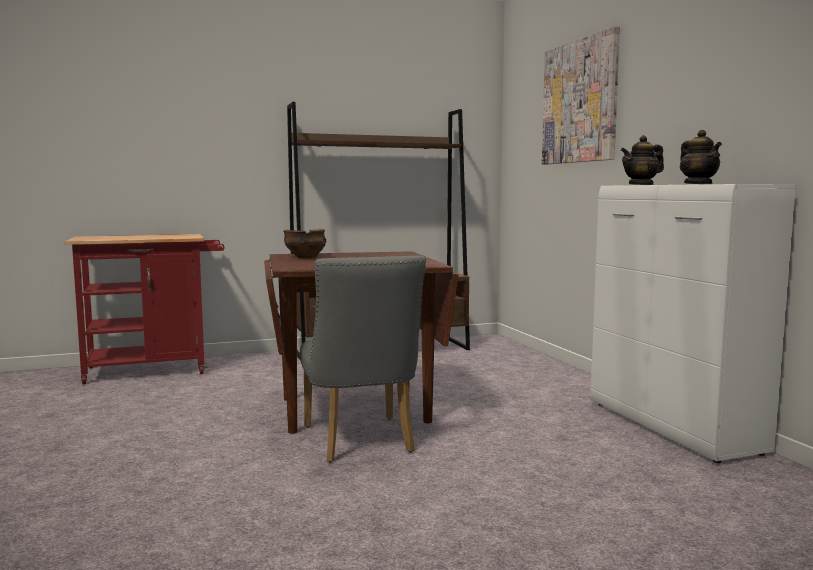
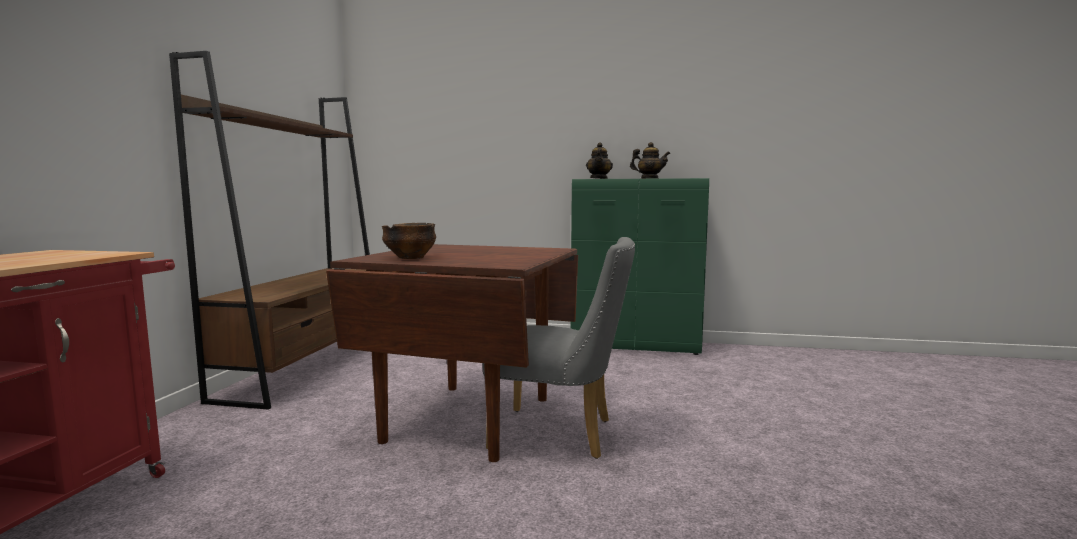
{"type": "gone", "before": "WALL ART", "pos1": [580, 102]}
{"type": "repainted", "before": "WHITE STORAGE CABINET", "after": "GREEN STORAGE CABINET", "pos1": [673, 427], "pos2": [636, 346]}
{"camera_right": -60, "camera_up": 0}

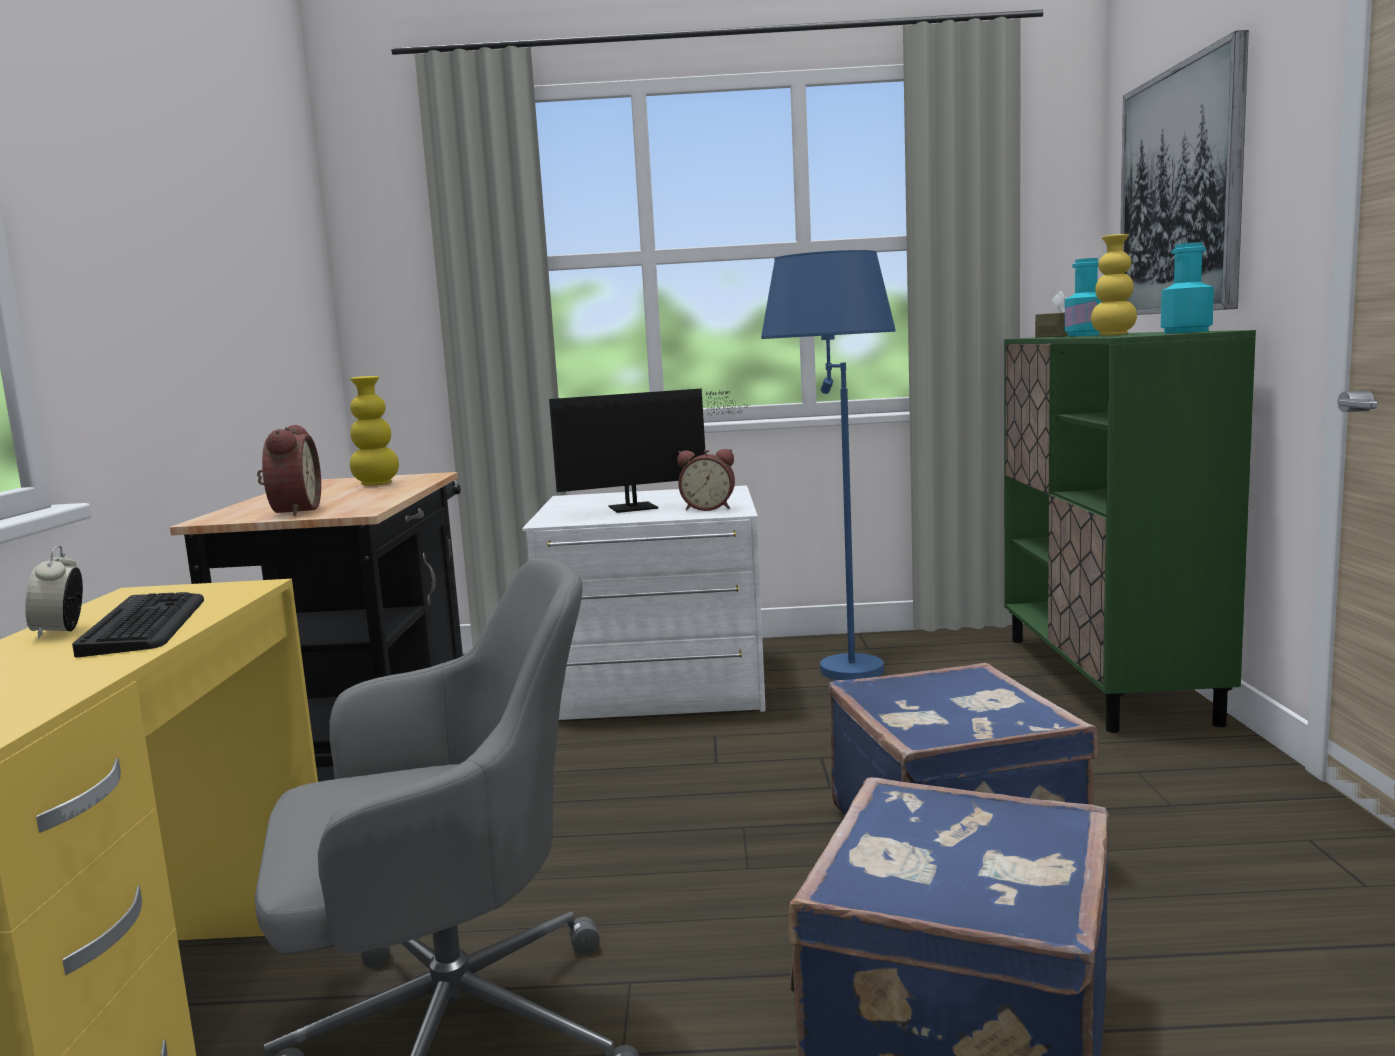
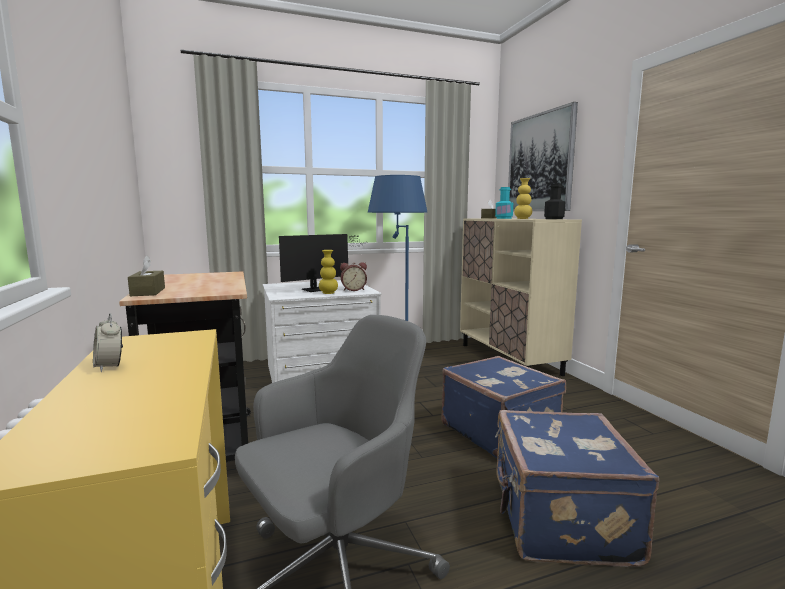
{"type": "repainted", "before": "TURQUOISE BOTTLE", "after": "BLACKISH BOTTLE", "pos1": [1186, 332], "pos2": [554, 219]}
{"type": "repainted", "before": "GREEN STORAGE CABINET", "after": "SAND-COLOURED STORAGE CABINET", "pos1": [1105, 678], "pos2": [509, 359]}
{"type": "shifted", "before": "YELLOW-COLOURED FLOWER VASE", "pos1": [376, 484], "pos2": [328, 293]}
{"type": "gone", "before": "TABLE CLOCK", "pos1": [292, 511]}
{"type": "gone", "before": "KEYBOARD", "pos1": [146, 624]}
{"type": "new", "after": "BROWN-COLOURED TISSUE BOX", "pos2": [148, 292]}
{"camera_right": -20, "camera_up": 0}

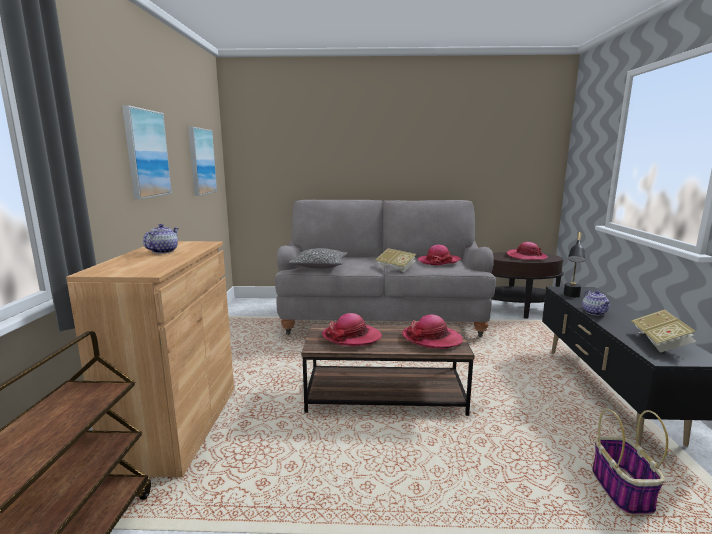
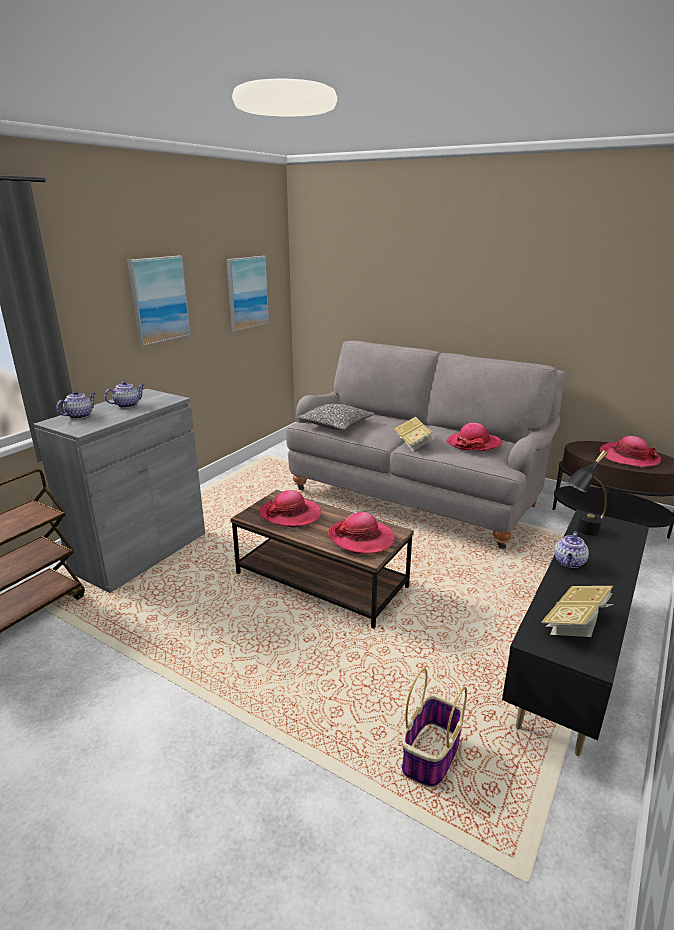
{"type": "repainted", "before": "BROWN-COLOURED STORAGE CABINET", "after": "GREYISH STORAGE CABINET", "pos1": [178, 426], "pos2": [140, 552]}
{"type": "new", "after": "POT FOR TEA", "pos2": [80, 415]}
{"camera_right": 30, "camera_up": 10}

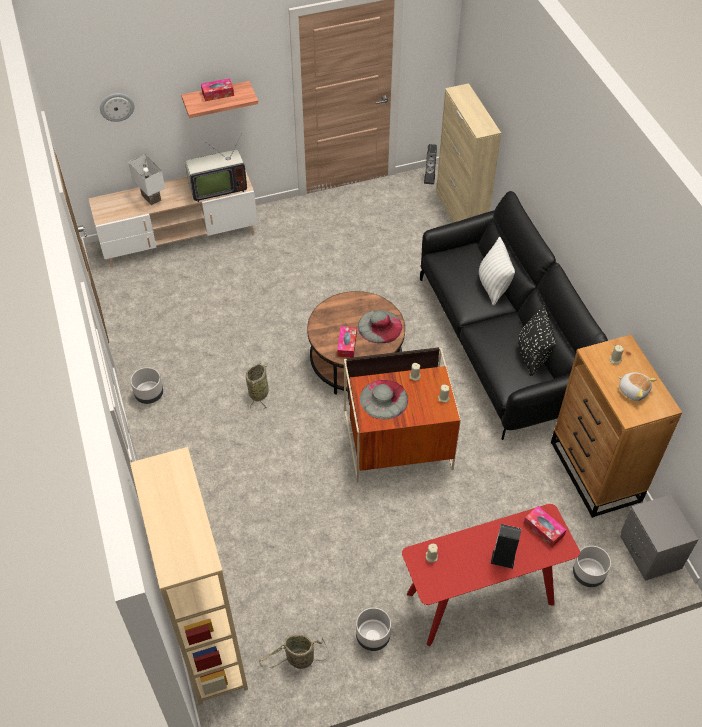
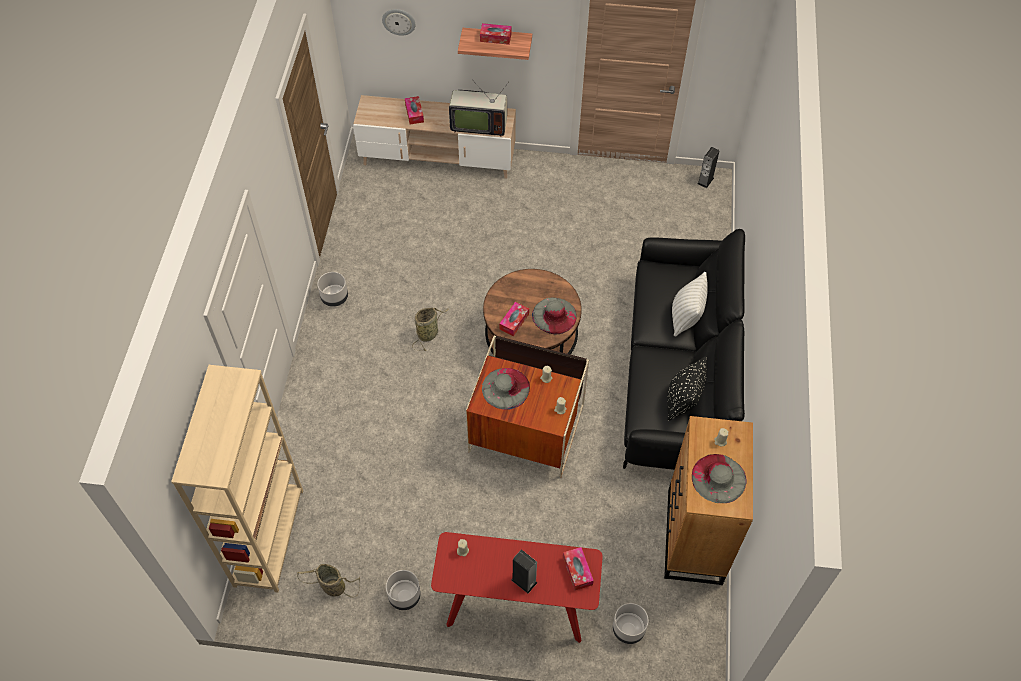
{"type": "gone", "before": "SAND-COLOURED STORAGE CABINET", "pos1": [460, 214]}
{"type": "swapped", "before": "WHITE TABLE LAMP", "after": "TISSUE BOX", "pos1": [150, 198], "pos2": [414, 113]}
{"type": "swapped", "before": "SOFT TOY", "after": "GREYISH HAT", "pos1": [633, 390], "pos2": [718, 478]}
{"type": "gone", "before": "GREYISH BEDSIDE TABLE", "pos1": [649, 553]}
{"camera_right": 25, "camera_up": 5}

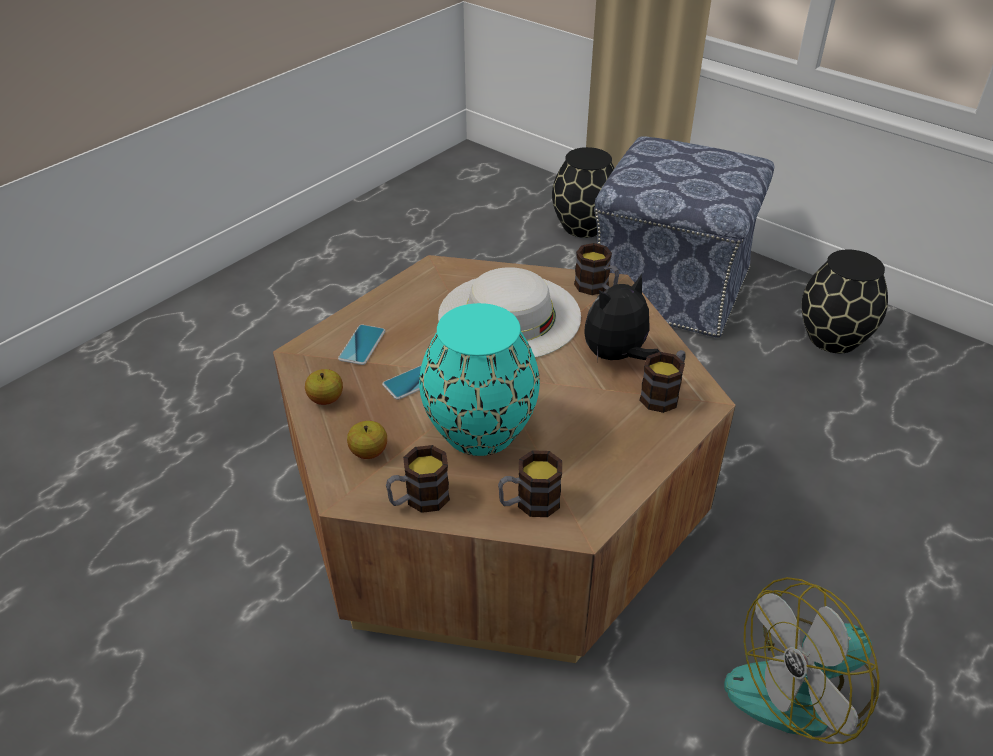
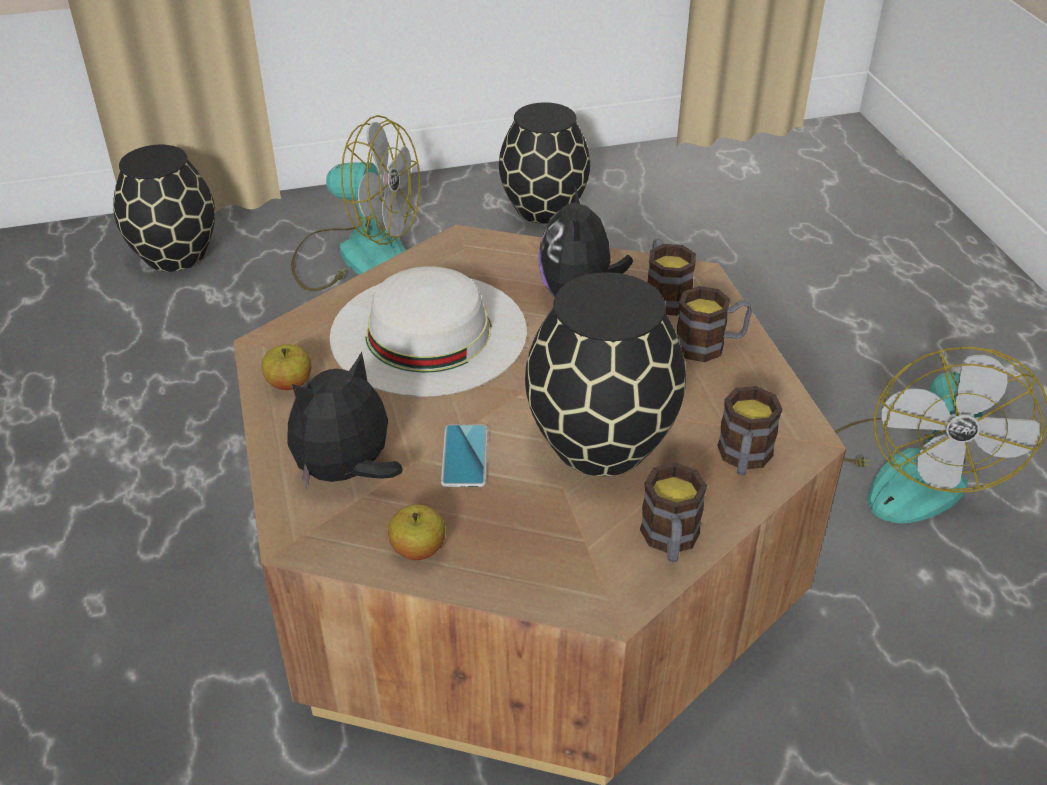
{"type": "swapped", "before": "POUFFE", "after": "FAN", "pos1": [672, 287], "pos2": [356, 255]}
{"type": "shifted", "before": "COFFEE MUG", "pos1": [597, 288], "pos2": [710, 345]}
{"type": "repainted", "before": "TURQUOISE FLOWER VASE", "after": "BLACKISH FLOWER VASE", "pos1": [482, 431], "pos2": [602, 442]}
{"type": "swapped", "before": "PHONE", "after": "SOFT TOY", "pos1": [362, 345], "pos2": [347, 473]}
{"type": "shifted", "before": "APPLE", "pos1": [369, 452], "pos2": [289, 383]}
{"camera_right": -55, "camera_up": 0}

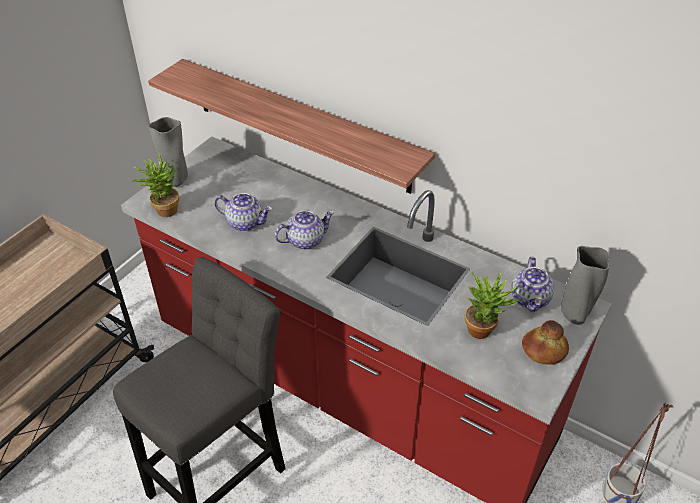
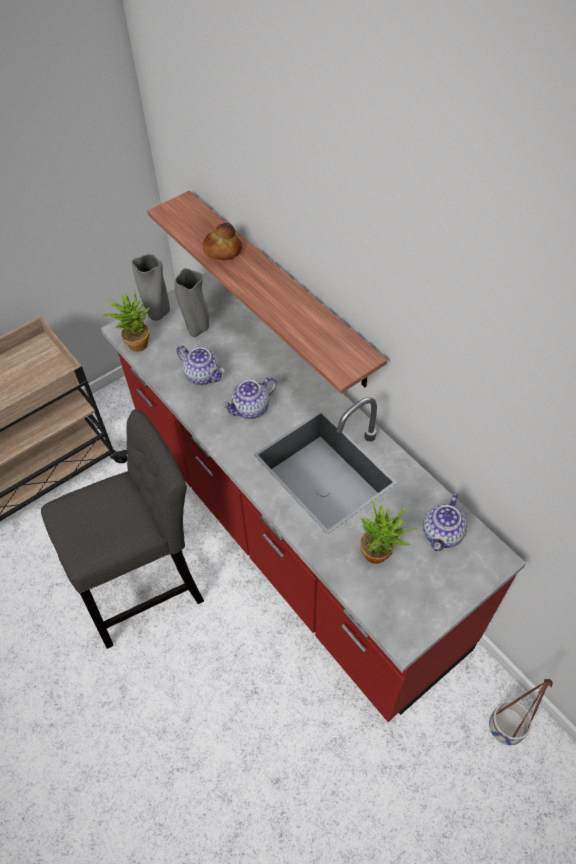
{"type": "rotated", "before": "POT FOR TEA", "pos1": [305, 240], "pos2": [251, 409], "turn": 150}
{"type": "shifted", "before": "GREYISH FLOWER VASE", "pos1": [575, 315], "pos2": [197, 329]}
{"type": "shifted", "before": "BAKERY BREAD", "pos1": [543, 350], "pos2": [222, 250]}
{"camera_right": 20, "camera_up": 10}

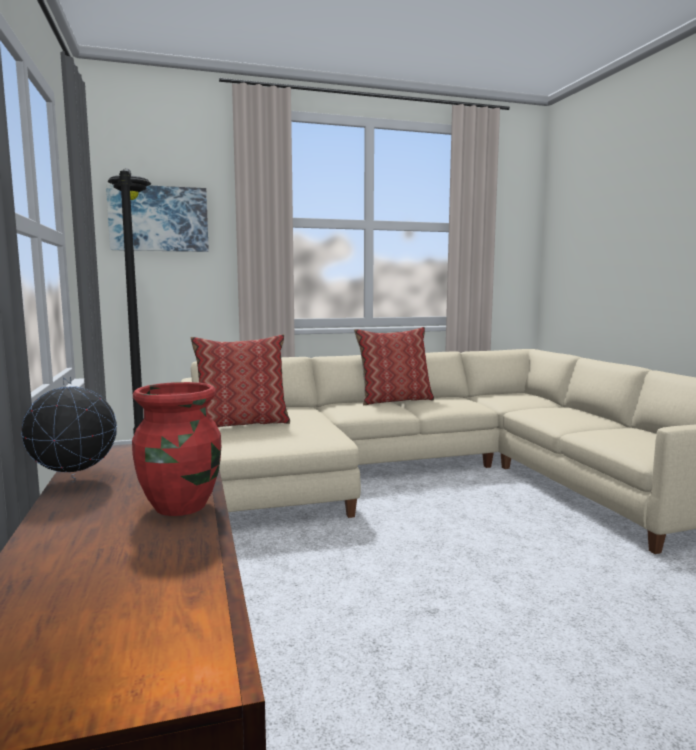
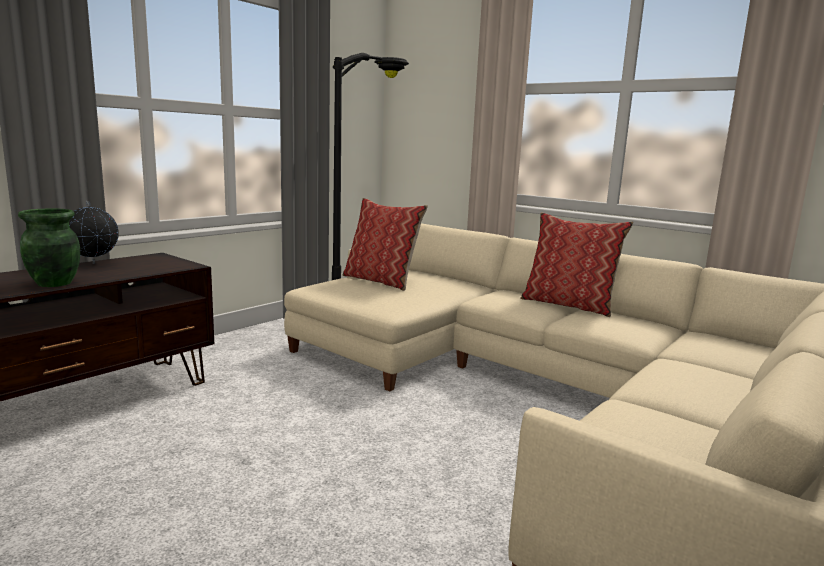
{"type": "gone", "before": "WALL ART", "pos1": [159, 219]}
{"type": "repainted", "before": "REDDISH FLOWER VASE", "after": "GREEN FLOWER VASE", "pos1": [181, 506], "pos2": [54, 283]}
{"camera_right": 55, "camera_up": 5}

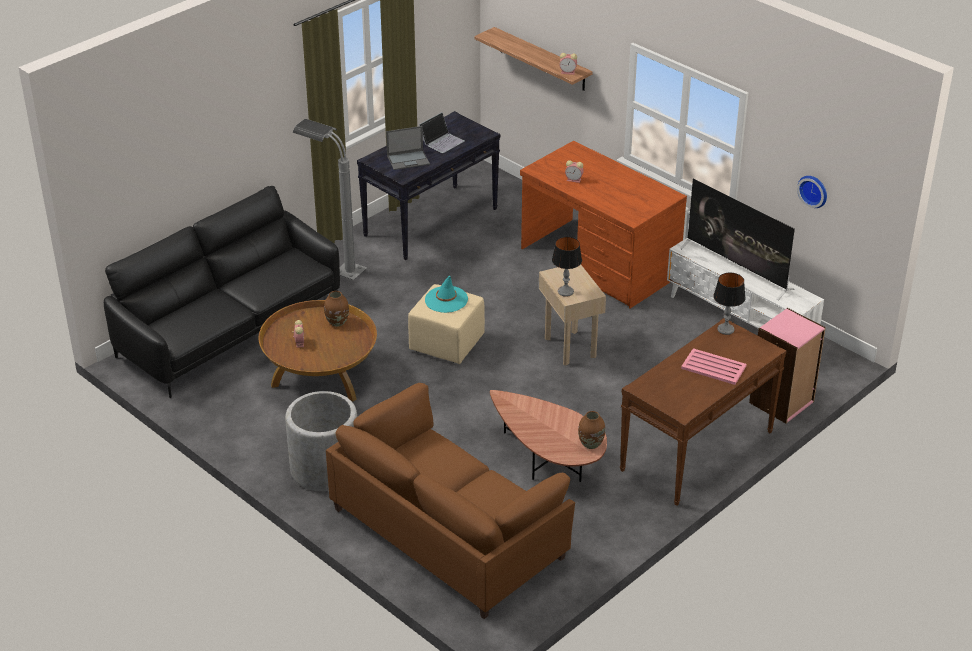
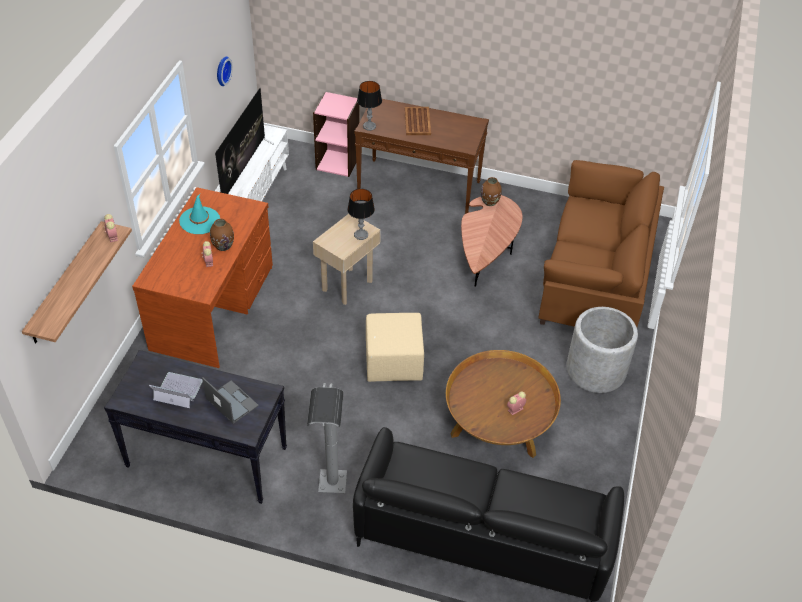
{"type": "shifted", "before": "TURQUOISE HAT", "pos1": [446, 300], "pos2": [200, 220]}
{"type": "shifted", "before": "BROWN-COLOURED FLOWER VASE", "pos1": [337, 322], "pos2": [223, 246]}
{"type": "repainted", "before": "PINKISH CARRYING TRAY", "after": "BROWN-COLOURED CARRYING TRAY", "pos1": [714, 367], "pos2": [417, 121]}
{"camera_right": -120, "camera_up": 10}

